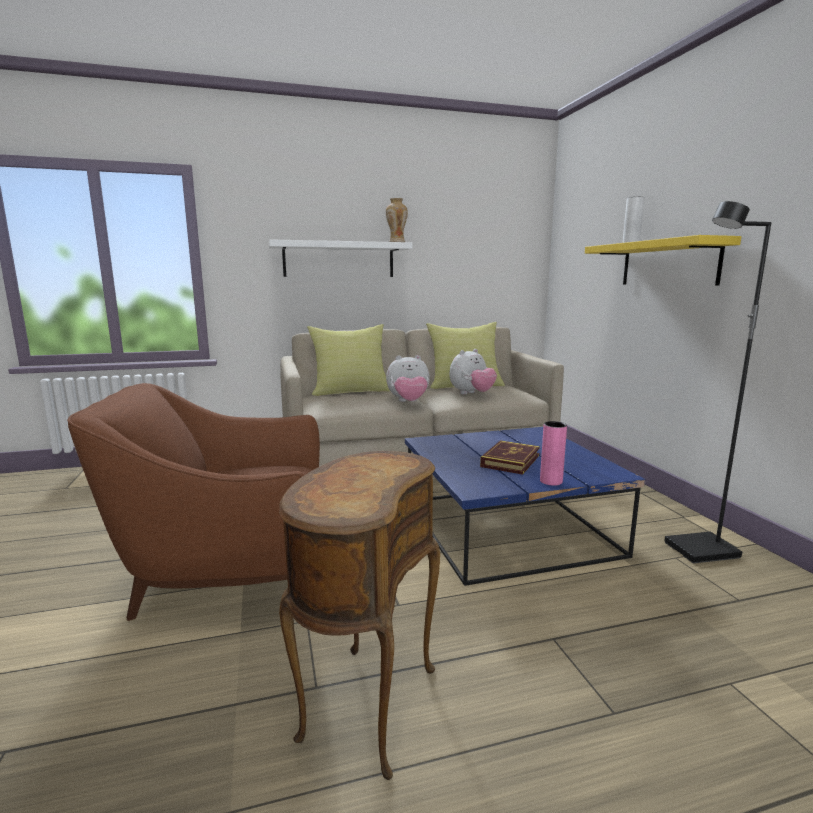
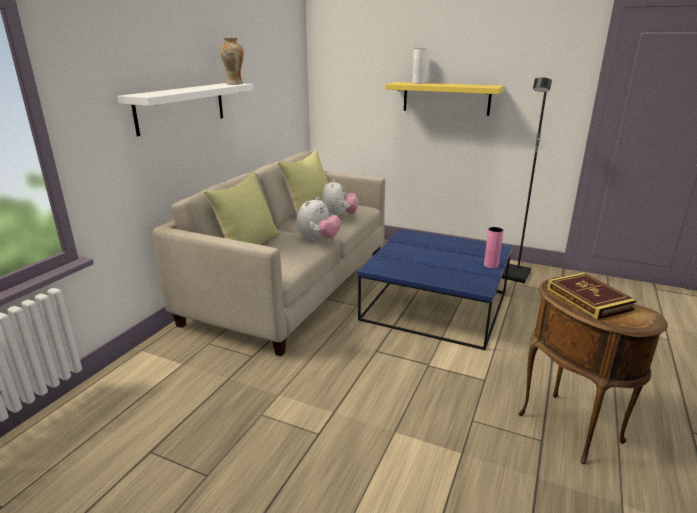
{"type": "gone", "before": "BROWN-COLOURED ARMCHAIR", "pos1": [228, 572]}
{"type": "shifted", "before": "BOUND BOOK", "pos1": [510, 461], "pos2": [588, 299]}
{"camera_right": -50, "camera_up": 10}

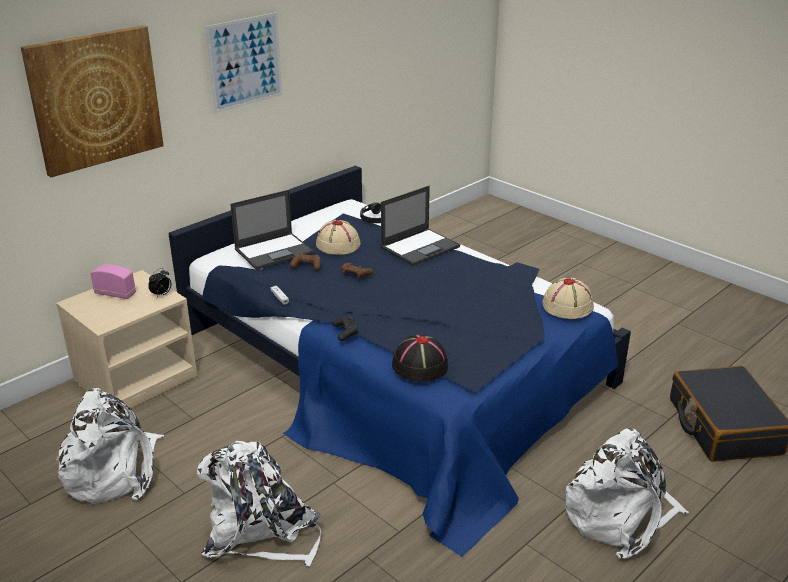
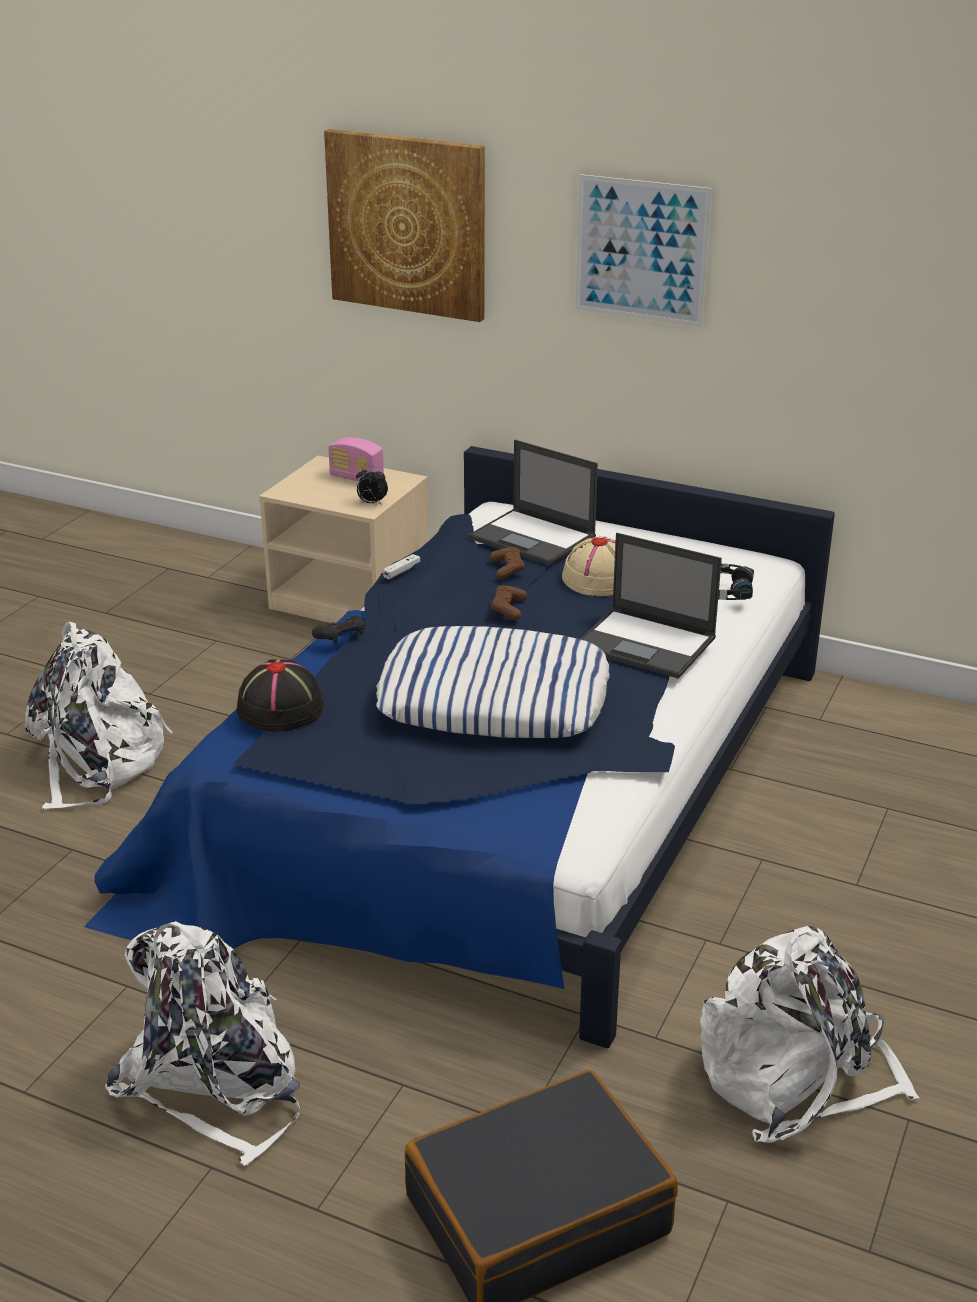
{"type": "rotated", "before": "RADIO SET", "pos1": [115, 294], "pos2": [356, 478], "turn": 120}
{"type": "gone", "before": "SAND-COLOURED HAT", "pos1": [568, 306]}
{"type": "shifted", "before": "WHITE KNAPSACK", "pos1": [114, 471], "pos2": [795, 1077]}
{"type": "new", "after": "THROW PILLOW", "pos2": [493, 699]}
{"camera_right": 70, "camera_up": 0}

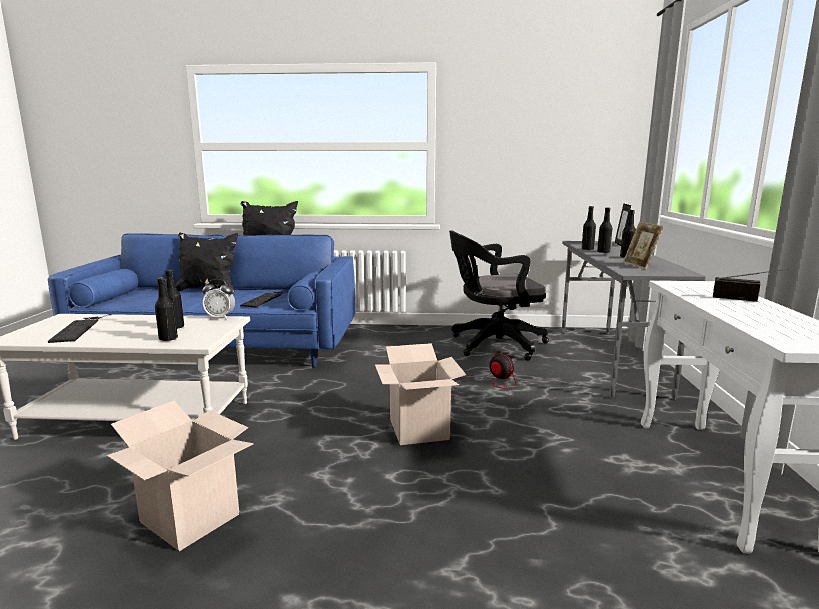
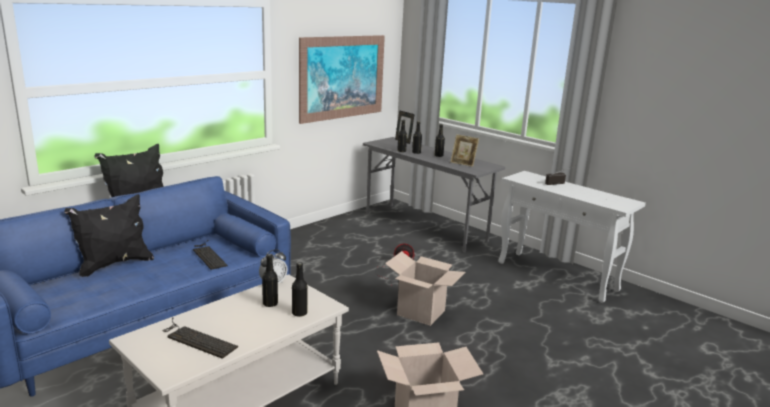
{"type": "gone", "before": "BLACKISH COMPUTER CHAIR", "pos1": [493, 345]}
{"type": "new", "after": "WALL ART", "pos2": [342, 77]}
{"camera_right": -50, "camera_up": 5}

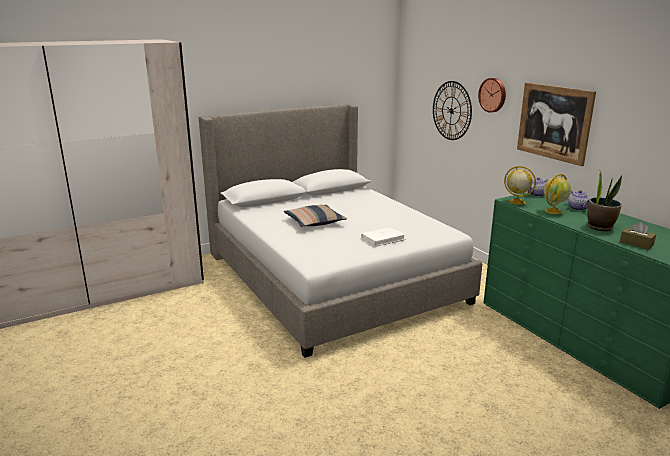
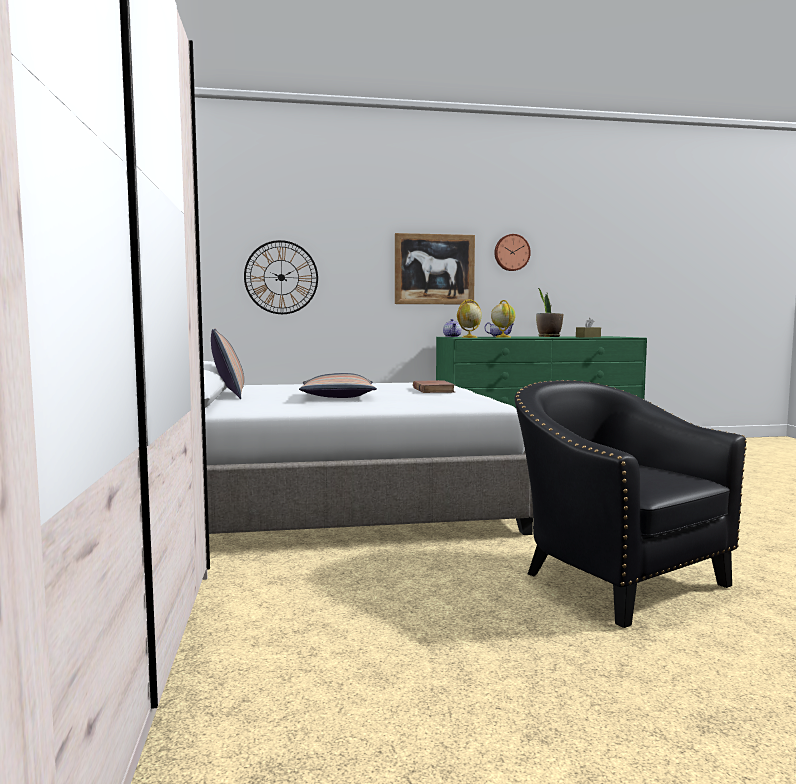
{"type": "shifted", "before": "WALL CLOCK", "pos1": [493, 95], "pos2": [511, 252]}
{"type": "repainted", "before": "WHITE BOUND BOOK", "after": "BROWN-COLOURED BOUND BOOK", "pos1": [383, 239], "pos2": [433, 390]}
{"type": "new", "after": "THROW PILLOW", "pos2": [228, 395]}
{"type": "new", "after": "BLACKISH ARMCHAIR", "pos2": [612, 578]}
{"camera_right": -70, "camera_up": -15}

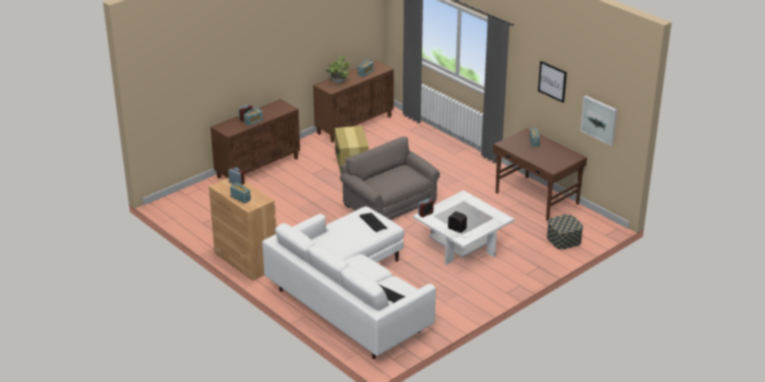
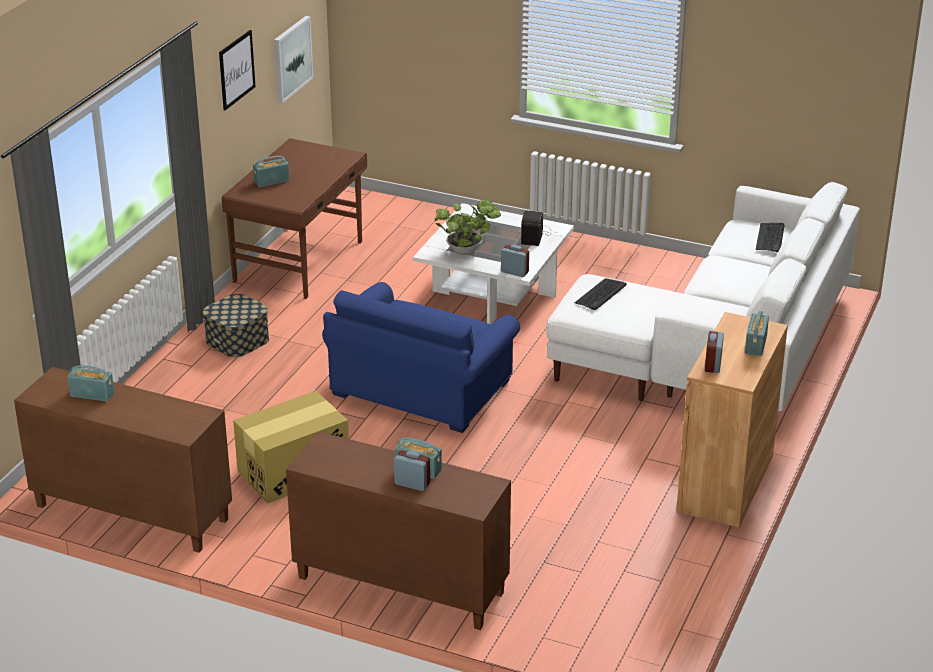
{"type": "shifted", "before": "PLANT IN A POT", "pos1": [338, 82], "pos2": [467, 251]}
{"type": "repainted", "before": "GREYISH ARMCHAIR", "after": "BLUISH ARMCHAIR", "pos1": [390, 204], "pos2": [421, 387]}
{"type": "shifted", "before": "STORAGE CONTAINER", "pos1": [563, 239], "pos2": [237, 340]}
{"camera_right": -115, "camera_up": 0}

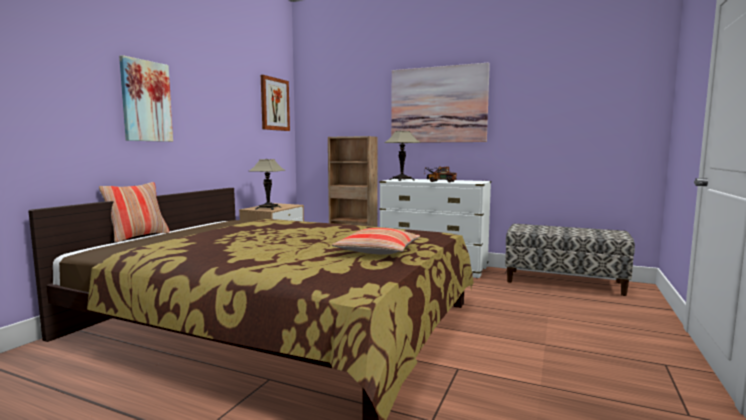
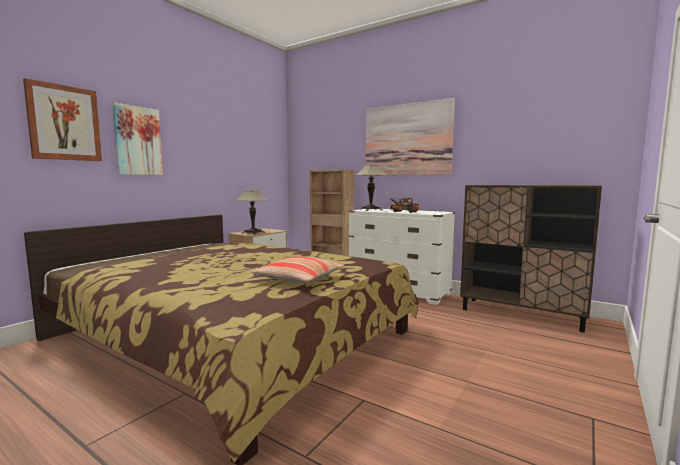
{"type": "shifted", "before": "WALL ART", "pos1": [274, 104], "pos2": [64, 123]}
{"type": "gone", "before": "THROW PILLOW", "pos1": [138, 236]}
{"type": "swapped", "before": "BENCH", "after": "BROWN-COLOURED STORAGE CABINET", "pos1": [564, 282], "pos2": [522, 314]}
{"camera_right": 10, "camera_up": 0}

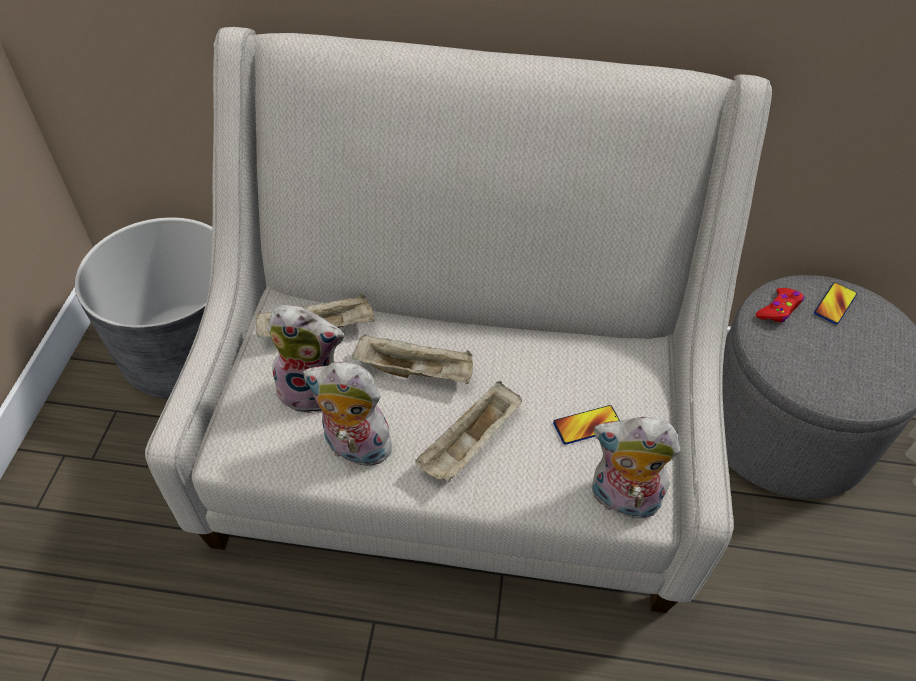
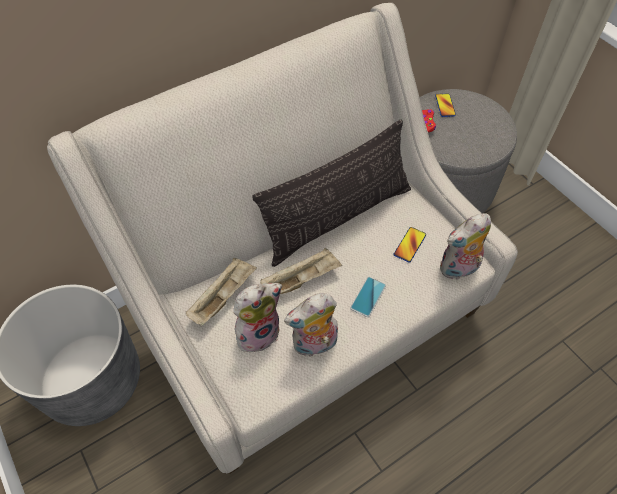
{"type": "swapped", "before": "SAND-COLOURED CARRYING TRAY", "after": "PHONE", "pos1": [470, 445], "pos2": [368, 297]}
{"type": "new", "after": "THROW PILLOW", "pos2": [337, 218]}
{"camera_right": -40, "camera_up": 5}

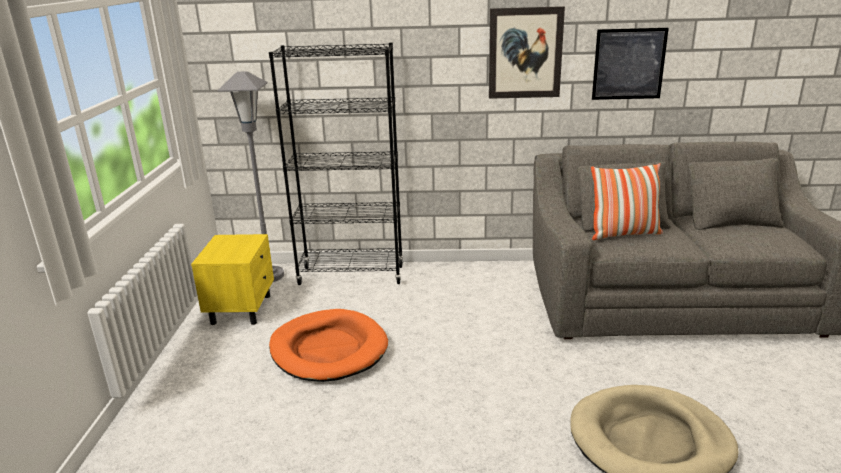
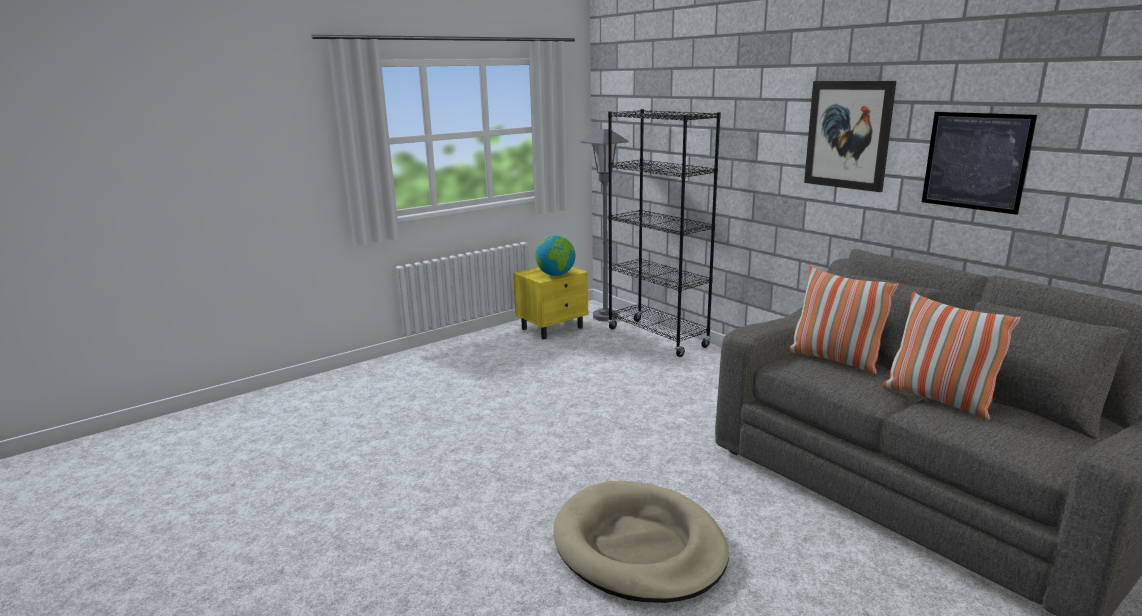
{"type": "gone", "before": "ORANGEY PET BED", "pos1": [328, 349]}
{"type": "new", "after": "DESK GLOBE", "pos2": [556, 275]}
{"type": "new", "after": "THROW PILLOW", "pos2": [938, 400]}
{"camera_right": 50, "camera_up": -5}

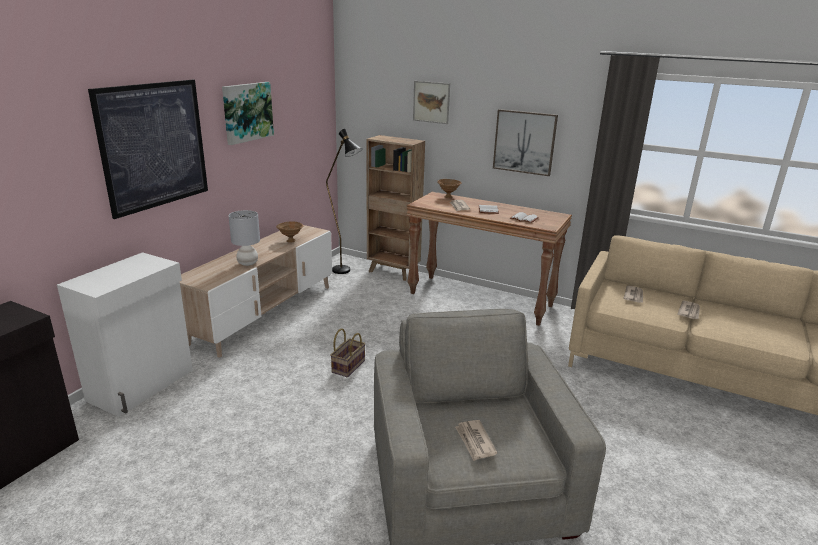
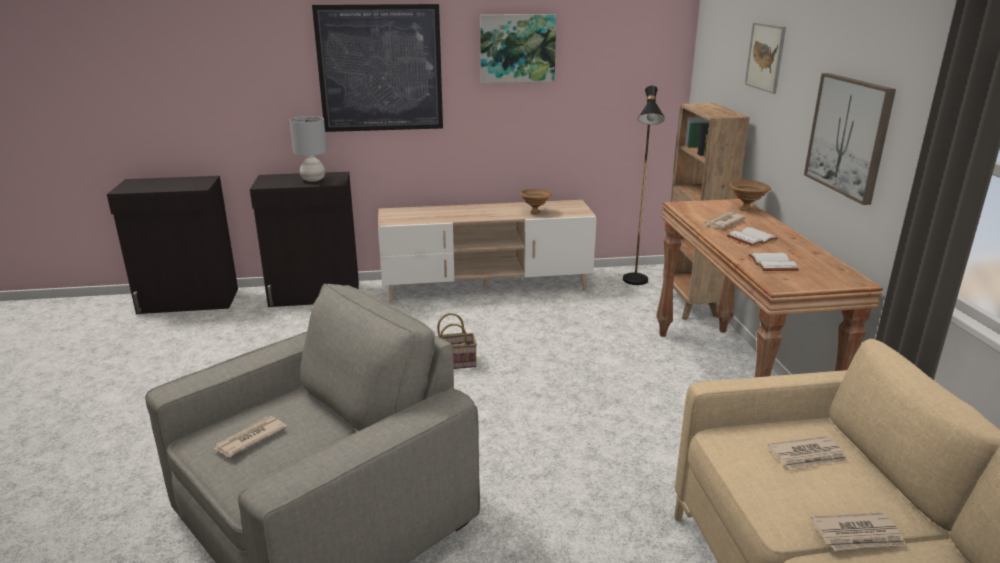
{"type": "shifted", "before": "GREYISH TABLE LAMP", "pos1": [247, 263], "pos2": [313, 180]}
{"type": "repainted", "before": "WHITE STORAGE CABINET", "after": "BLACKISH STORAGE CABINET", "pos1": [143, 385], "pos2": [315, 295]}
{"camera_right": 55, "camera_up": 0}

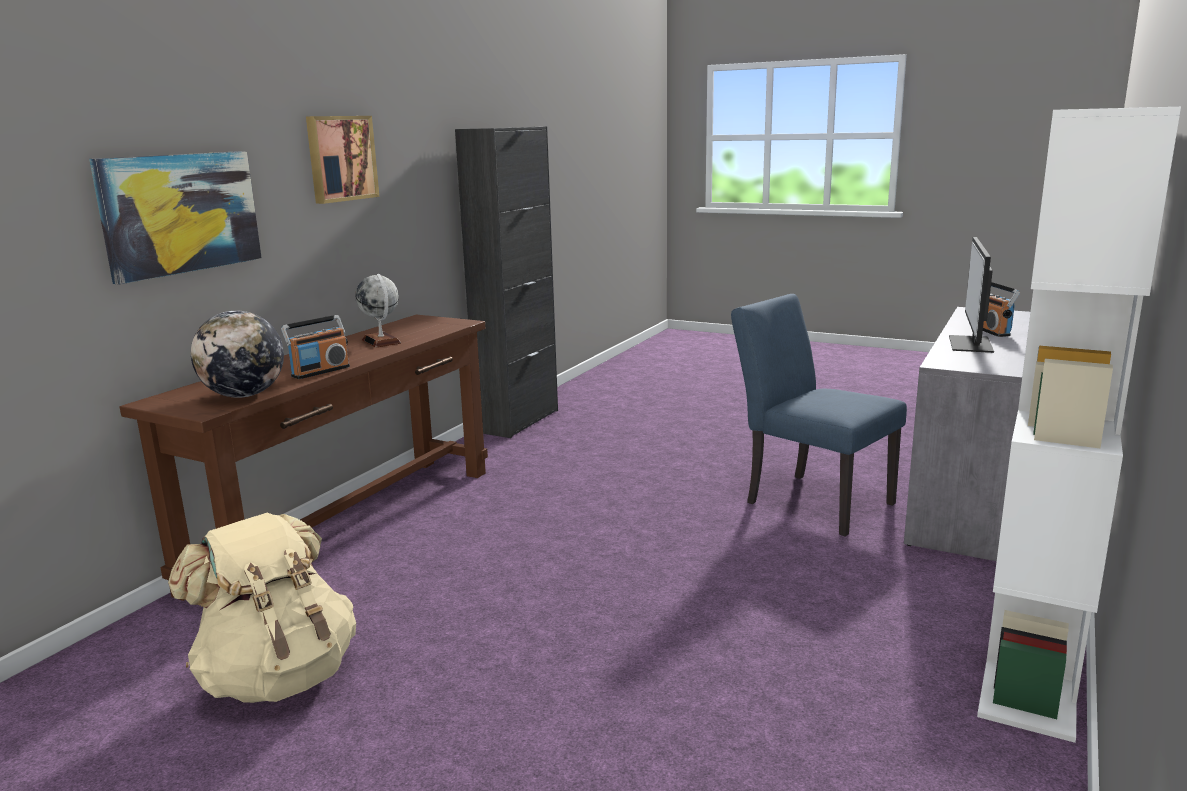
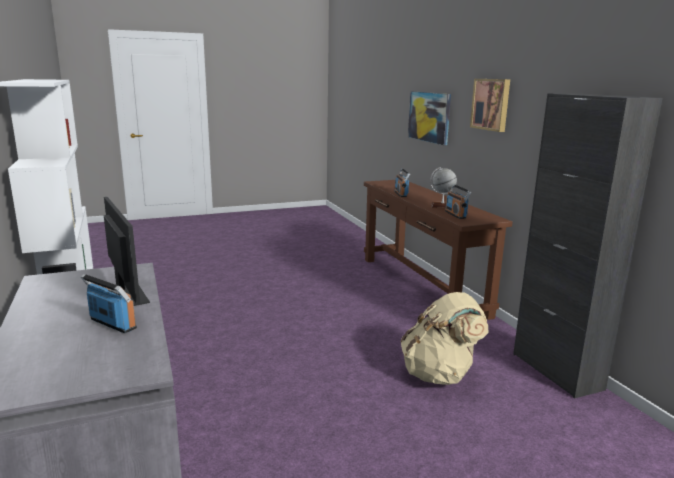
{"type": "gone", "before": "BLUISH CHAIR", "pos1": [810, 500]}
{"type": "gone", "before": "DESK GLOBE", "pos1": [244, 395]}
{"type": "shifted", "before": "SAND-COLOURED KNAPSACK", "pos1": [278, 676], "pos2": [440, 375]}
{"type": "new", "after": "RADIO SET", "pos2": [455, 214]}
{"camera_right": 130, "camera_up": 0}

